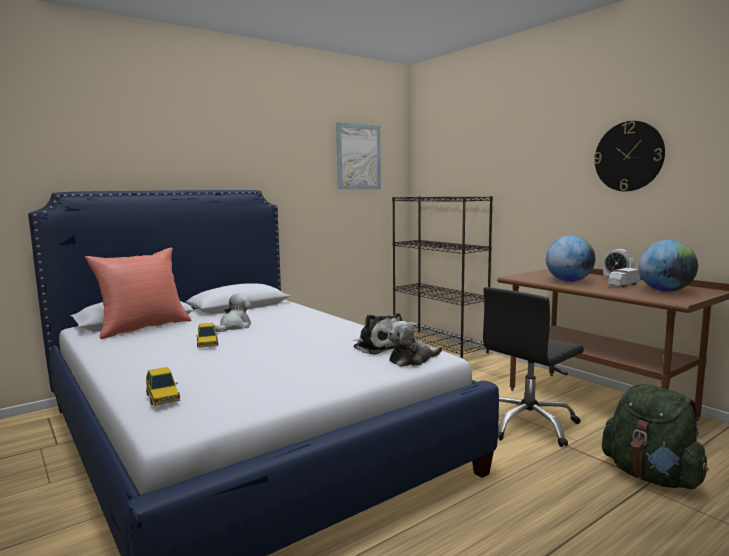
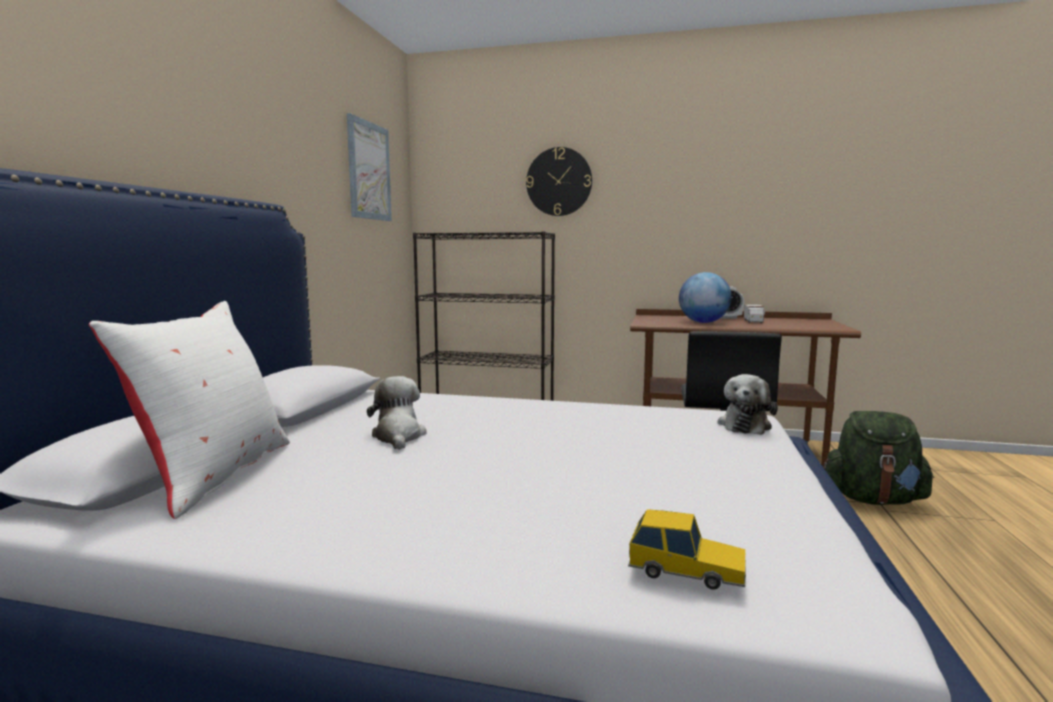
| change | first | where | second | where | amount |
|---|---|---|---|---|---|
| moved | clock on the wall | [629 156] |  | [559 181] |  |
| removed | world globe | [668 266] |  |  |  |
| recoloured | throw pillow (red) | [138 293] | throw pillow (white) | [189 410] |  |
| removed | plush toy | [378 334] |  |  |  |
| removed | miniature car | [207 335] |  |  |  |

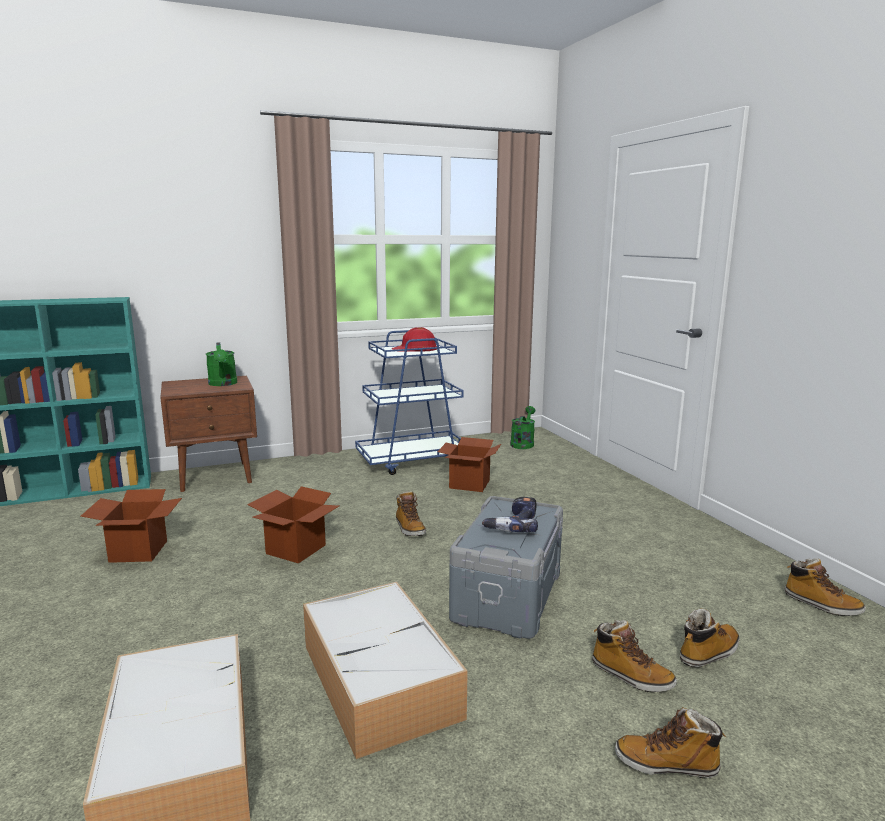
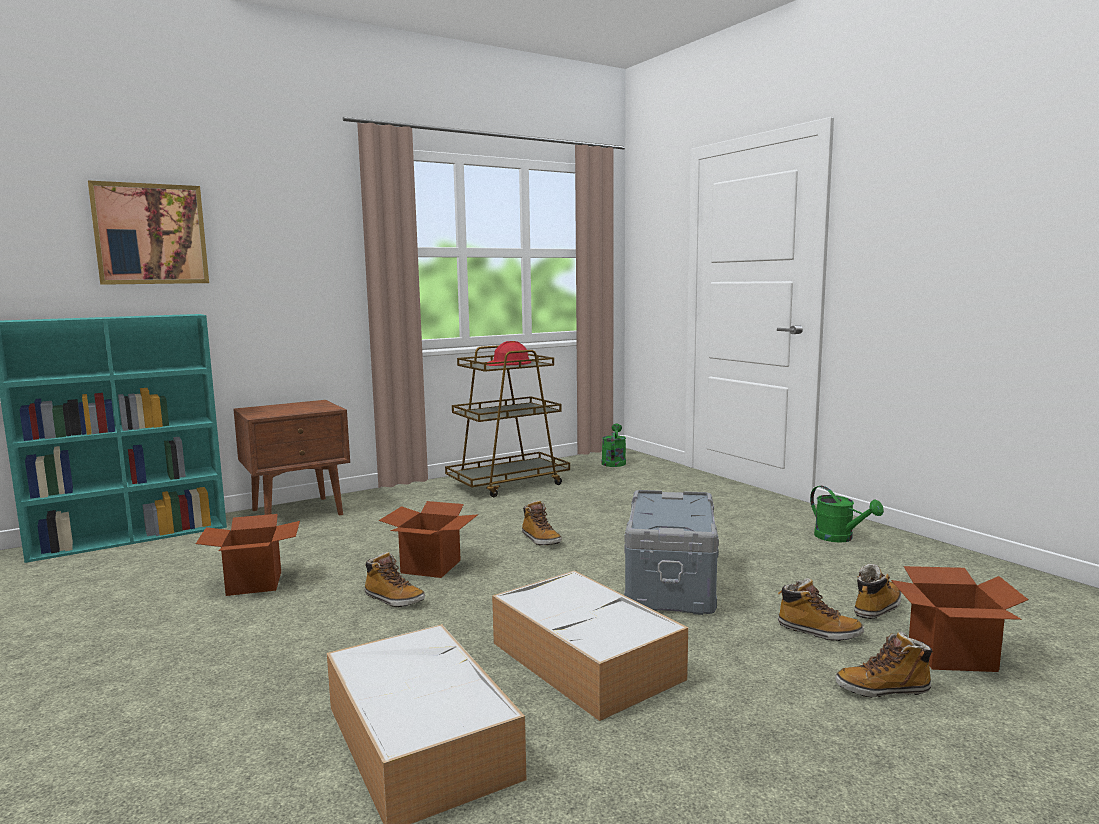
| change | first | where | second | where | amount |
|---|---|---|---|---|---|
| recoloured | cart (blue-coloured) | [409 402] | cart (brownish) | [507 421] |  |
| moved | watering can (green-coloured) | [221 364] |  | [847 514] |  |
| moved | cardboard box | [469 464] |  | [959 619] |  |
| removed | power drill | [510 514] |  |  |  |
| moved | tall boot | [825 587] |  | [395 579] |  |
| added |  |  | wall art | [148 232] |  |

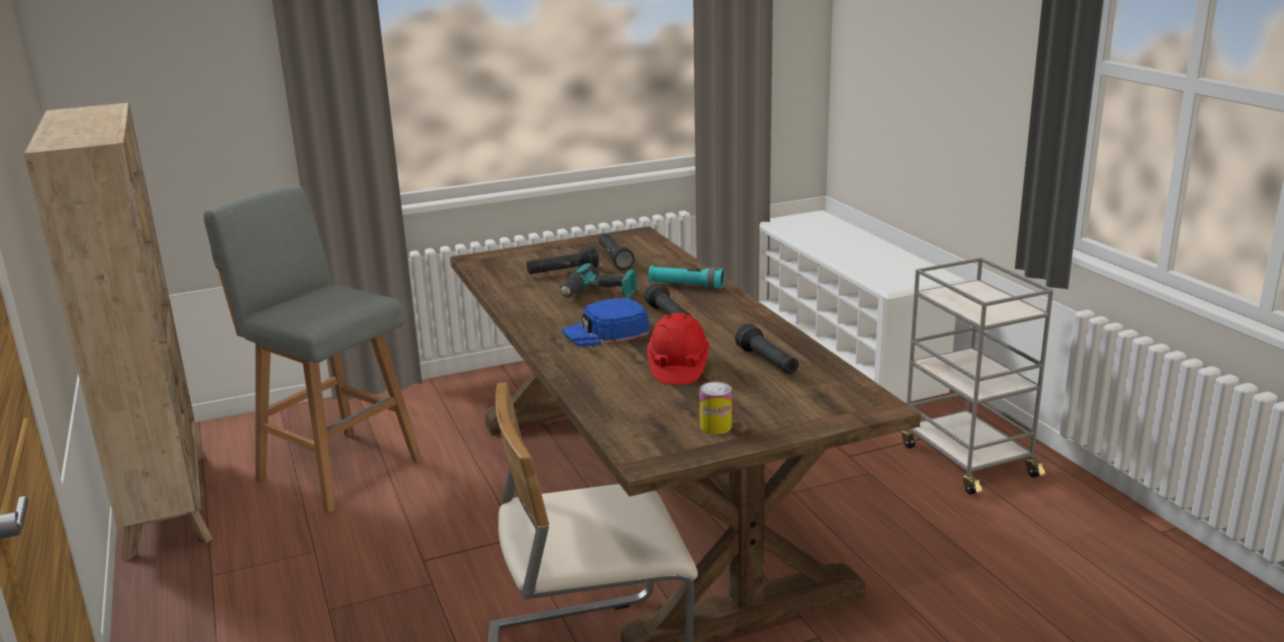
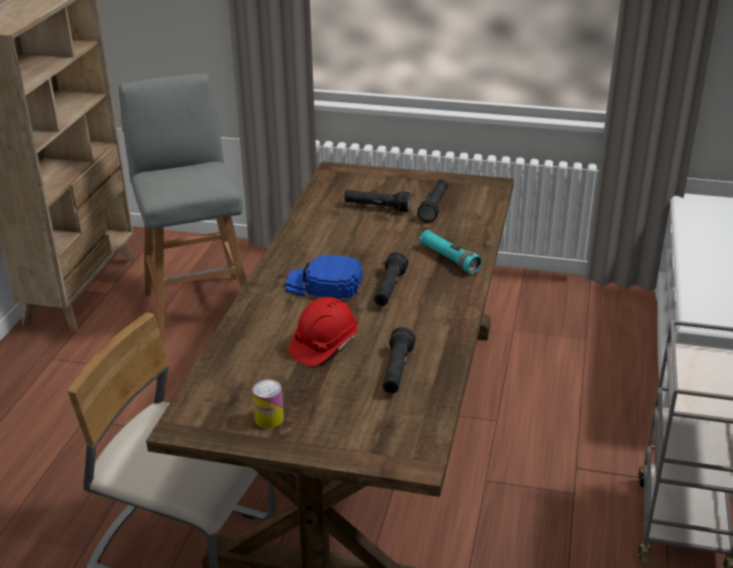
| change | first | where | second | where | amount |
|---|---|---|---|---|---|
| removed | power drill | [598 280] |  |  |  |

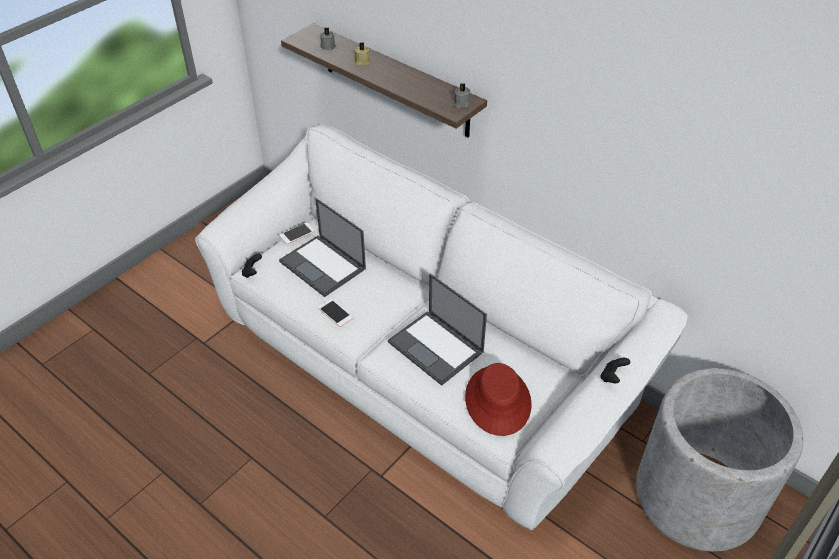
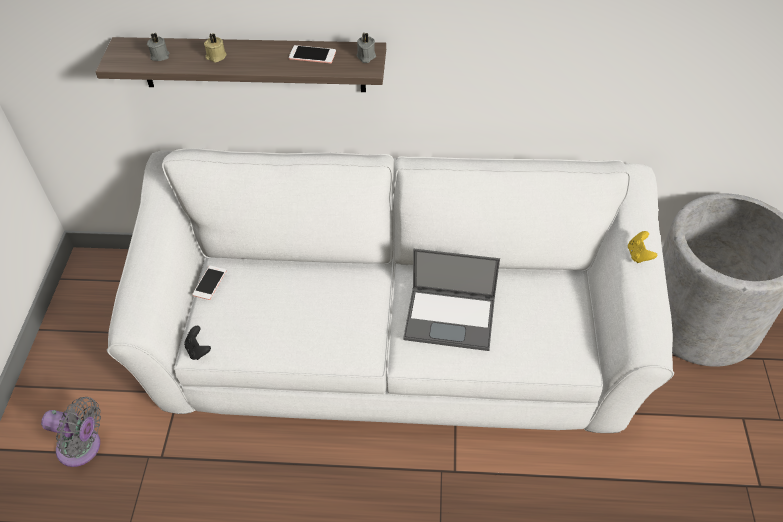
| change | first | where | second | where | amount |
|---|---|---|---|---|---|
| removed | portable computer | [322 247] |  |  |  |
| moved | telephone | [335 313] |  | [312 54] |  |
| recoloured | joypad (black) | [615 370] | joypad (yellow-coloured) | [642 247] |  |
| removed | hat (red) | [498 399] |  |  |  |
| added |  |  | cooling fan (grey) | [71 432] |  |

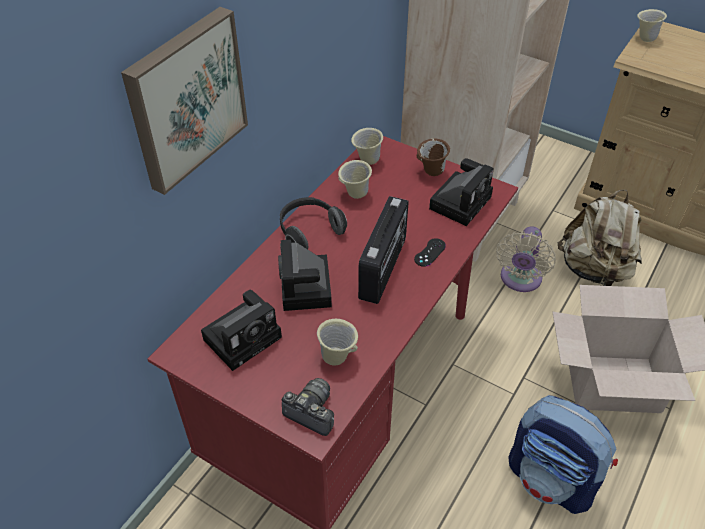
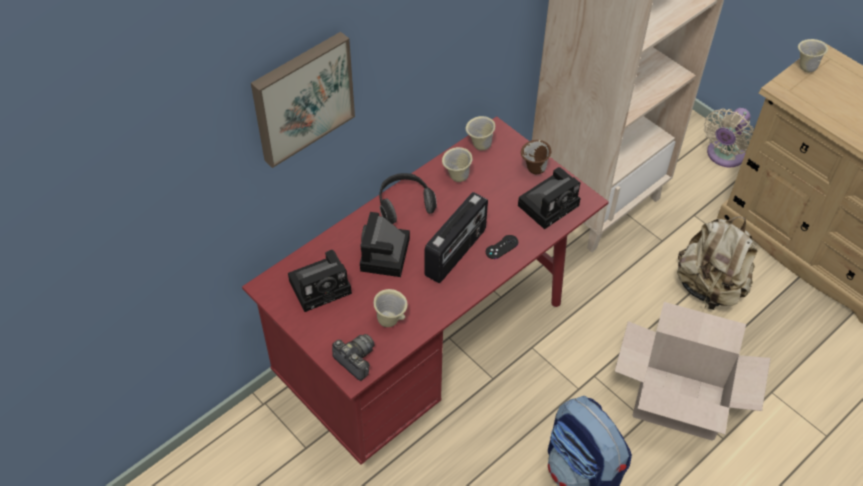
| change | first | where | second | where | amount |
|---|---|---|---|---|---|
| moved | cooling fan (sand-coloured) | [526 259] |  | [729 137] |  |

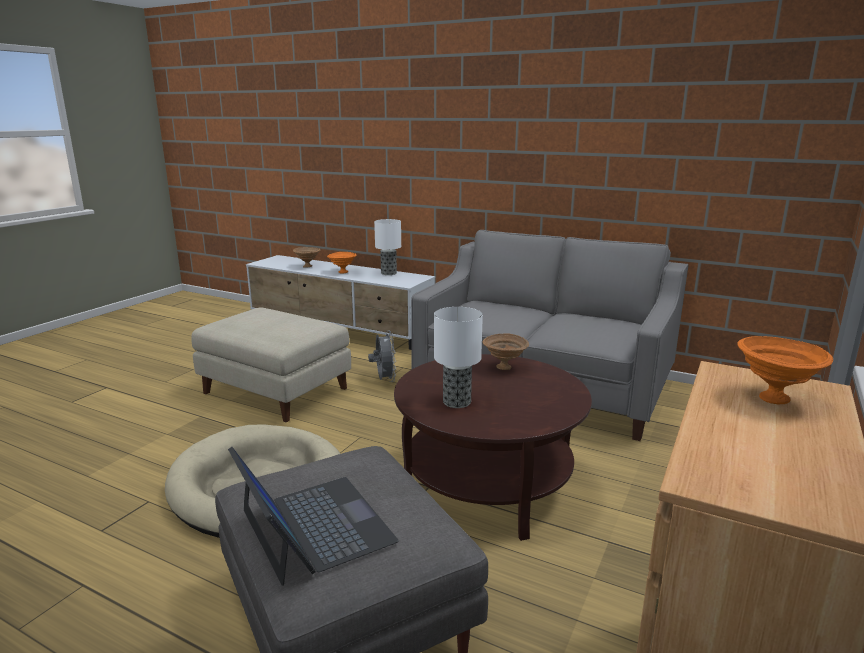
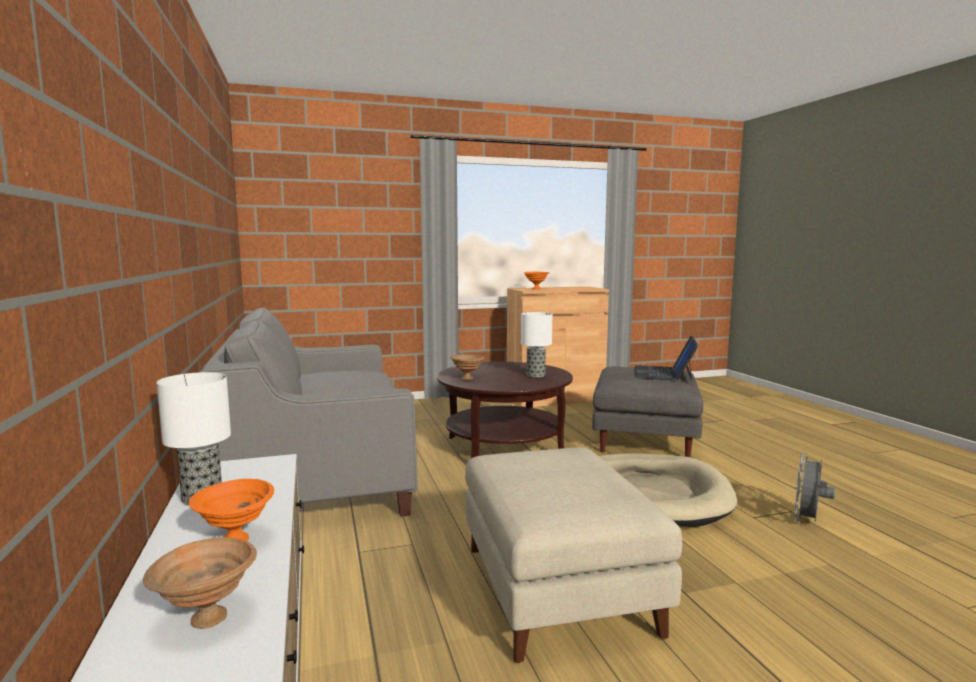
| change | first | where | second | where | amount |
|---|---|---|---|---|---|
| moved | cooling fan (grey) | [382 356] |  | [814 487] |  |

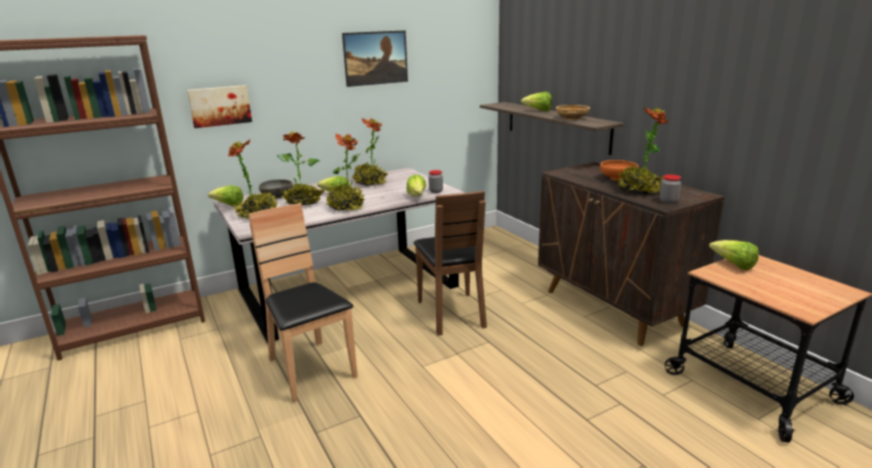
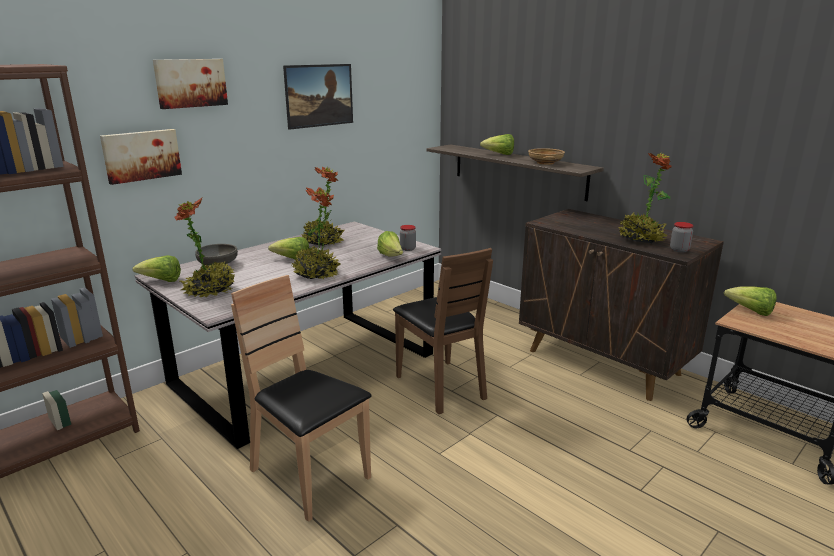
| change | first | where | second | where | amount |
|---|---|---|---|---|---|
| removed | plant in a pot | [300 168] |  |  |  |
| removed | deep dish (orange) | [619 170] |  |  |  |
| added |  |  | wall art | [190 84] |  |

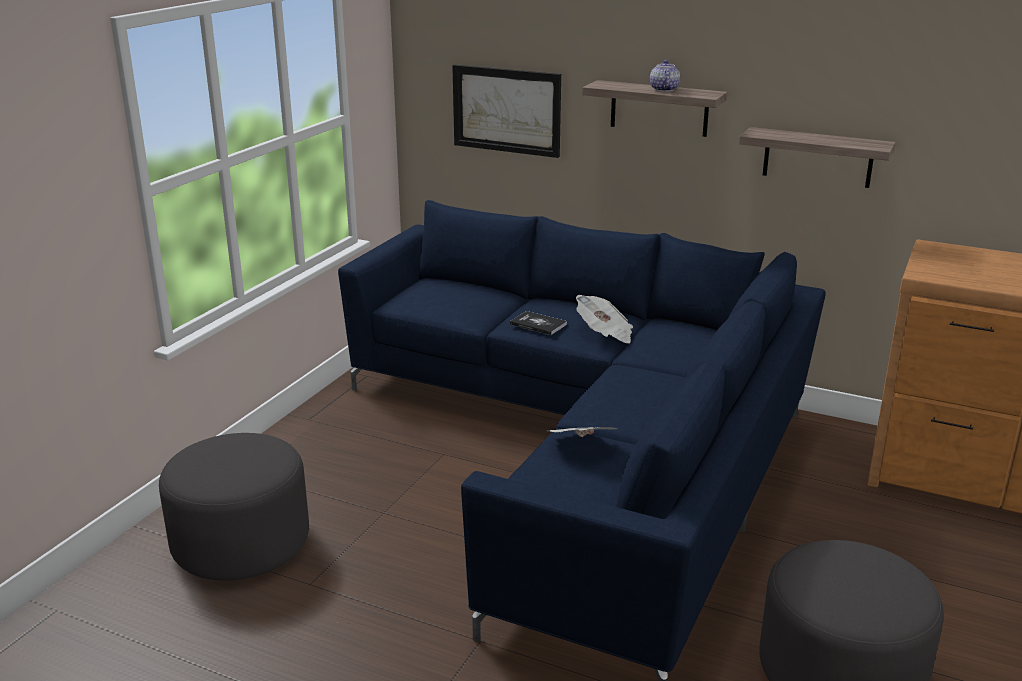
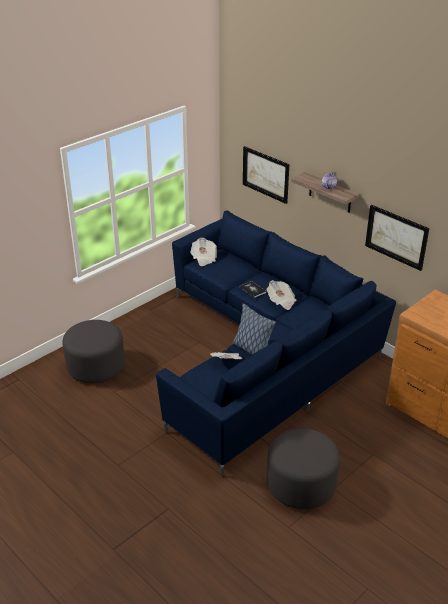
| change | first | where | second | where | amount |
|---|---|---|---|---|---|
| replaced | bracket shelf | [817 157] | wall art | [397 238] |  |
| added |  |  | printed paper | [203 252] |  |
| added |  |  | throw pillow | [254 329] |  |

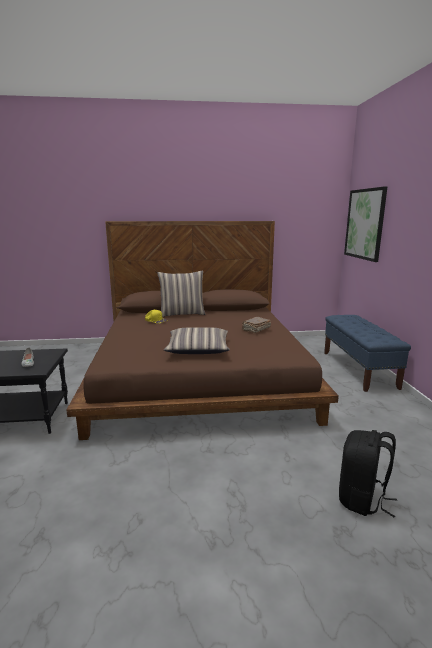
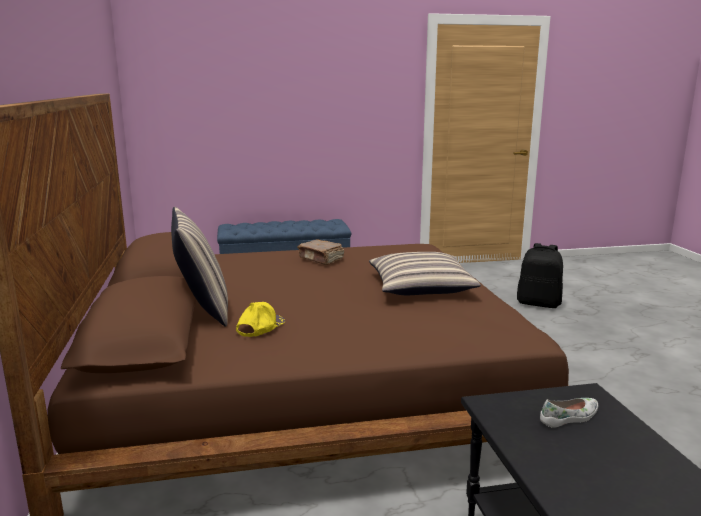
| change | first | where | second | where | amount |
|---|---|---|---|---|---|
| removed | wall art | [365 224] |  |  |  |

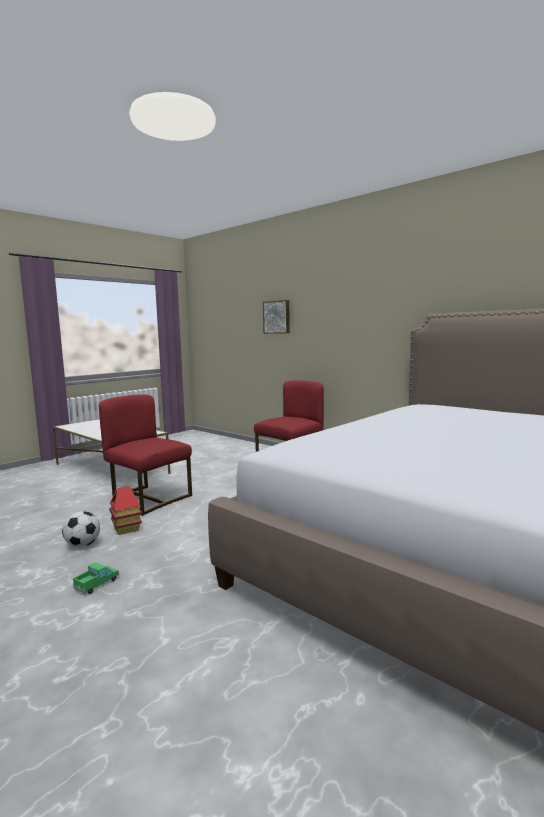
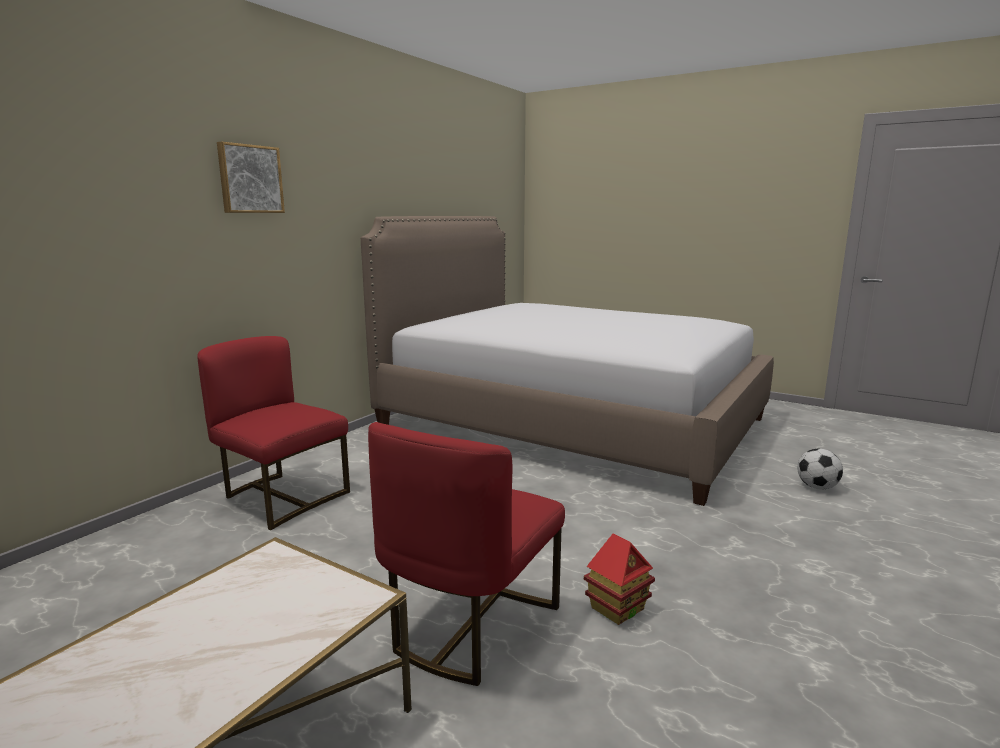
| change | first | where | second | where | amount |
|---|---|---|---|---|---|
| moved | wall art | [276 317] |  | [251 177] |  |
| moved | ball for football | [81 529] |  | [820 469] |  |
| removed | model truck | [96 578] |  |  |  |

